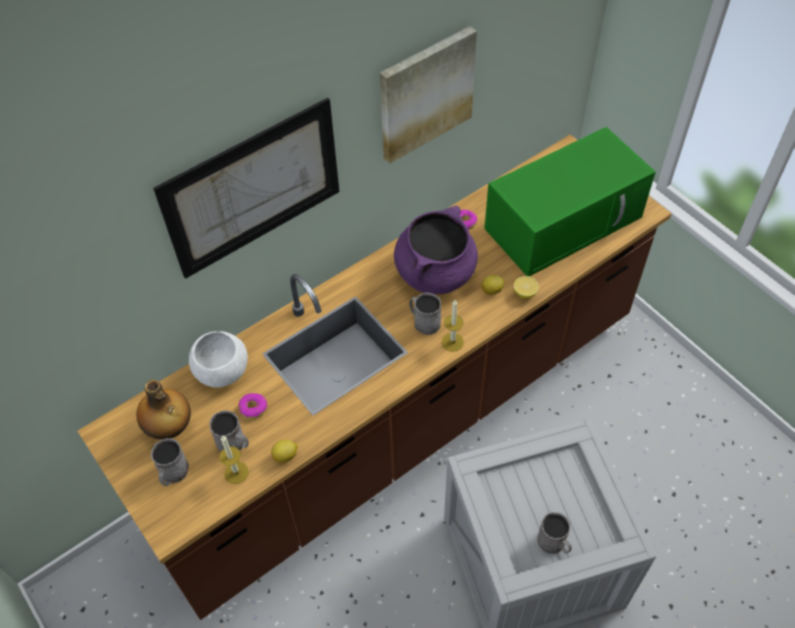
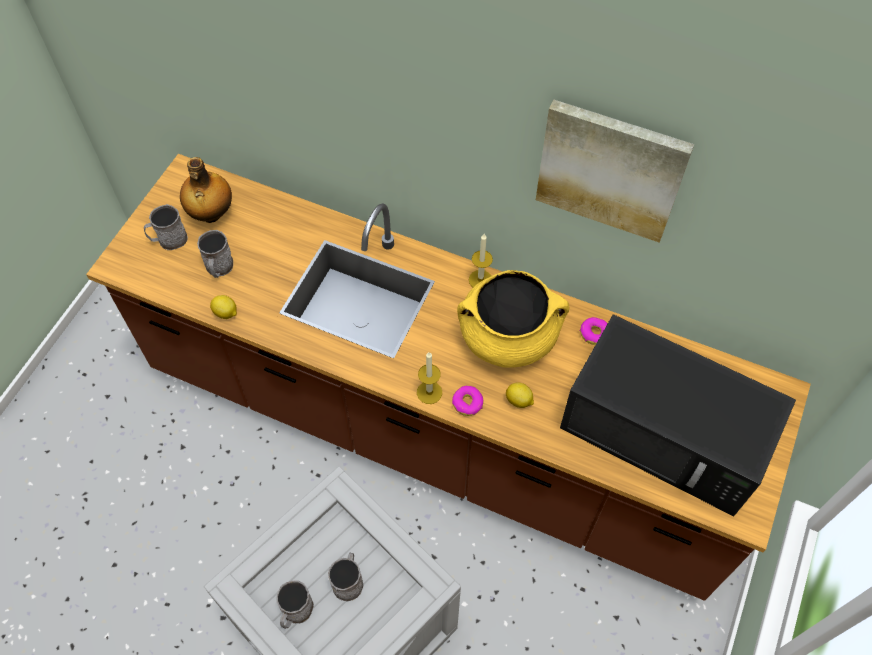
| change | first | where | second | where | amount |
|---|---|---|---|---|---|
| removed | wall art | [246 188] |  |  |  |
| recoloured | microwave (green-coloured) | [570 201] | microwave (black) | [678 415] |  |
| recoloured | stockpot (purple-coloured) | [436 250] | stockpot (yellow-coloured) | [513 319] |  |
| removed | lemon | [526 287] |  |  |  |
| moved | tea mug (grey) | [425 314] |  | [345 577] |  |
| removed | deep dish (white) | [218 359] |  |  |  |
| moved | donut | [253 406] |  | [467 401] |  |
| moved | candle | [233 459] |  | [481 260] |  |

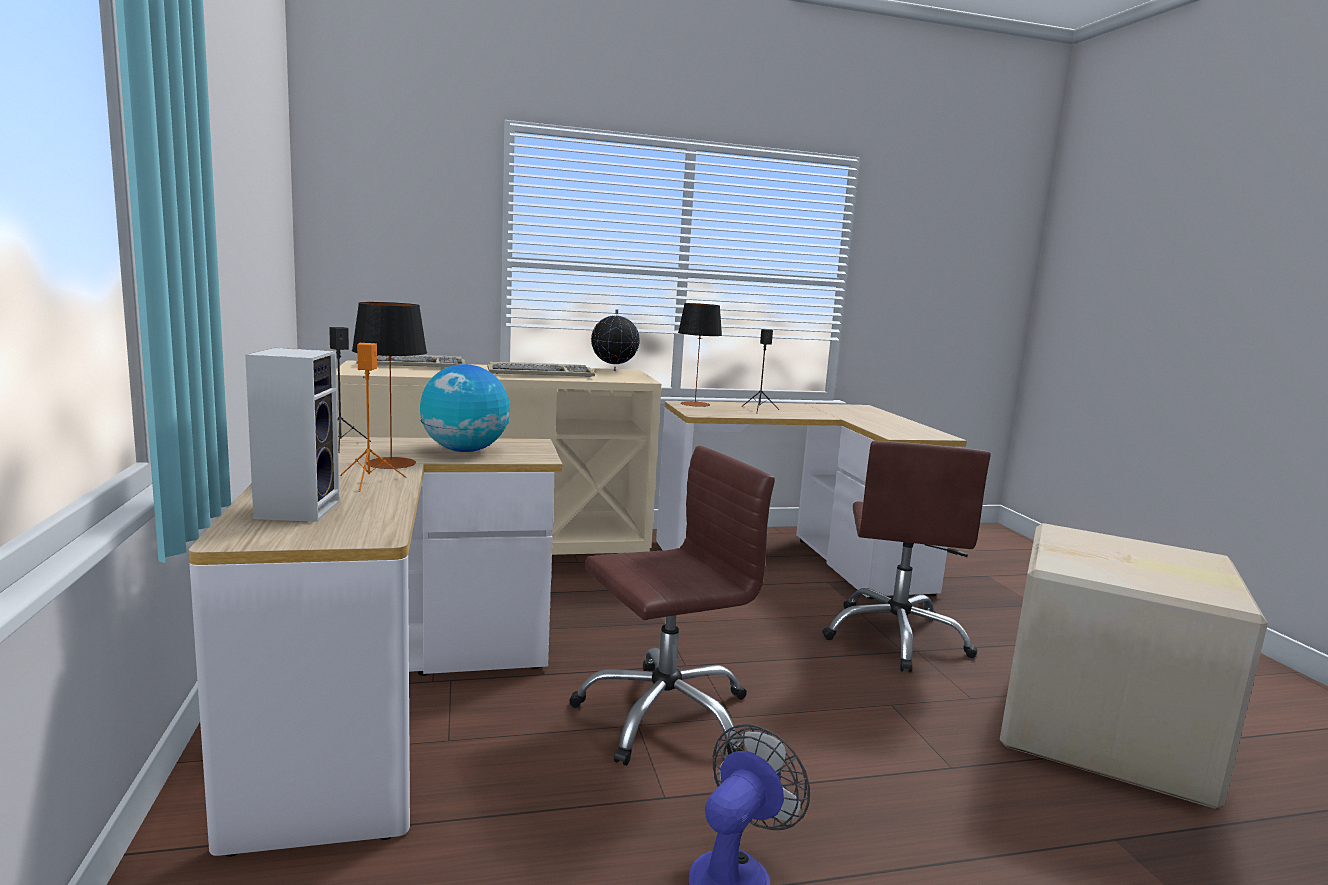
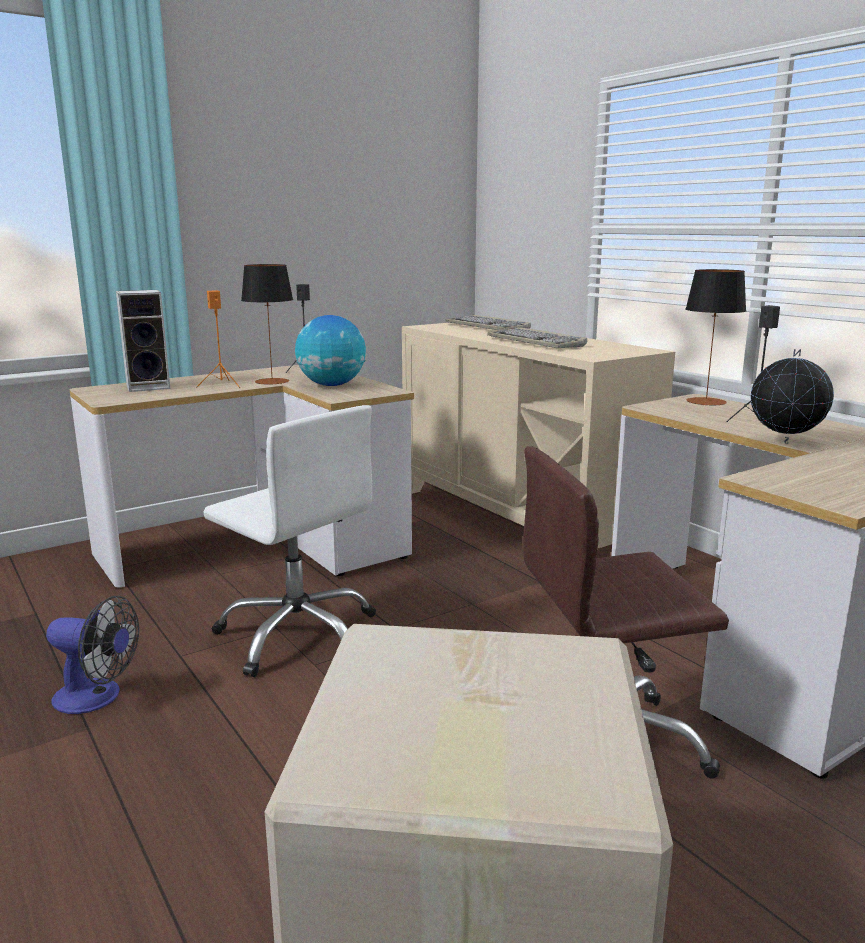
| change | first | where | second | where | amount |
|---|---|---|---|---|---|
| moved | world globe | [615 340] |  | [792 396] |  |
| recoloured | office chair (brownish) | [672 606] | office chair (white) | [289 541] |  |

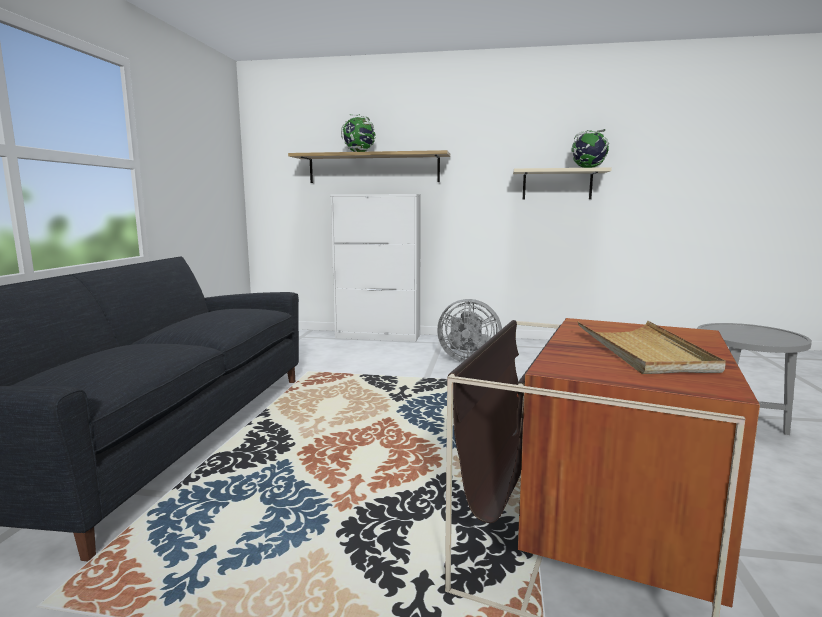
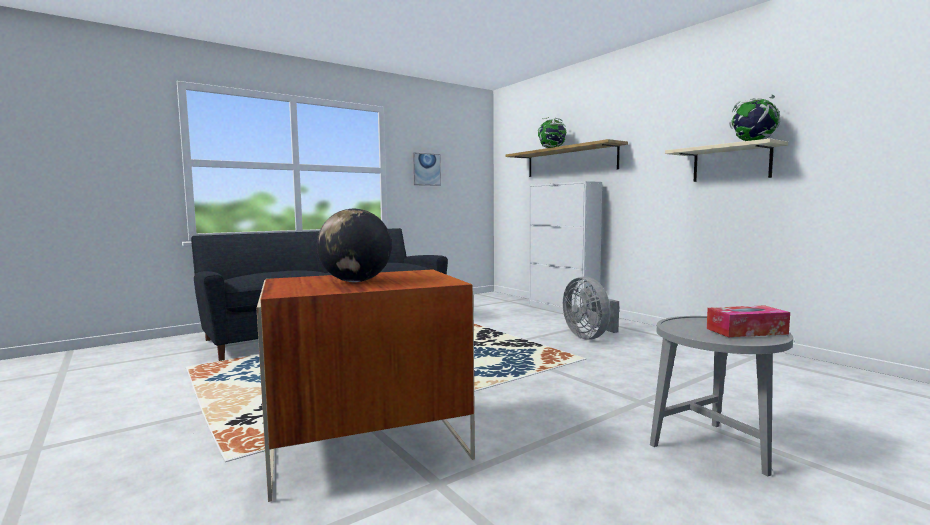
| change | first | where | second | where | amount |
|---|---|---|---|---|---|
| replaced | tray (sand-coloured) | [651 347] | world globe | [354 245] |  |
| added |  |  | wall art | [426 169] |  |
| added |  |  | box of tissues | [748 321] |  |

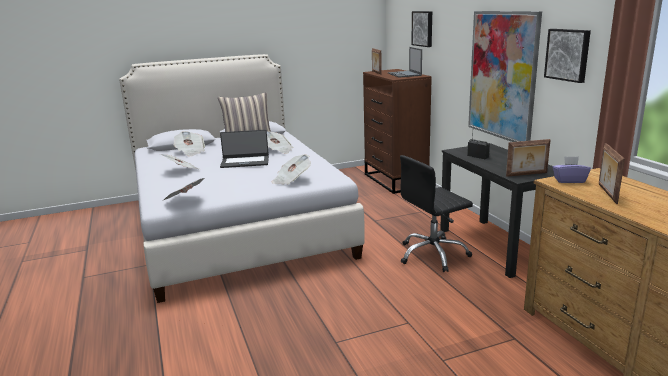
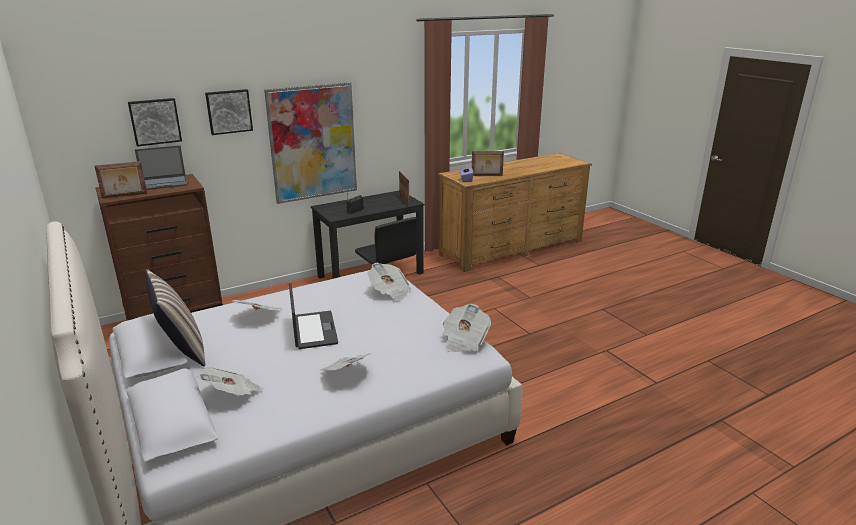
| change | first | where | second | where | amount |
|---|---|---|---|---|---|
| moved | wall art | [567 56] |  | [229 112] |  |

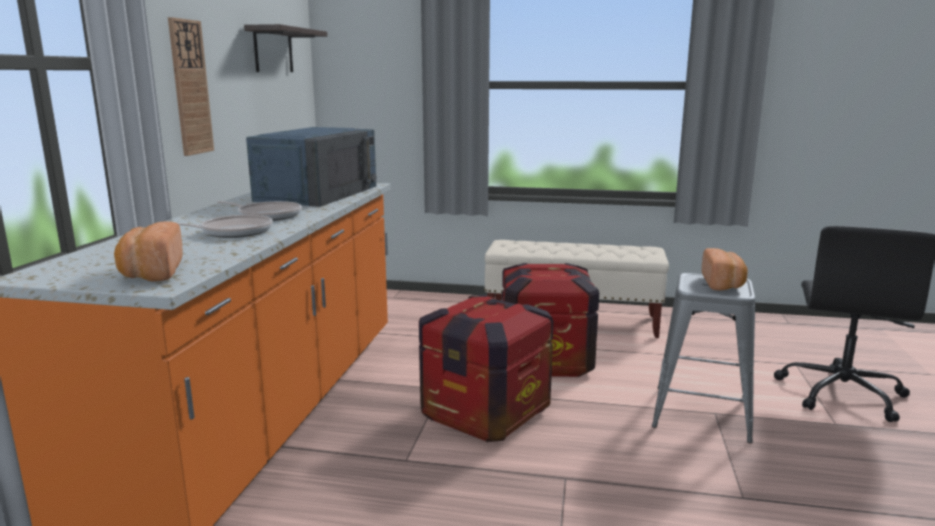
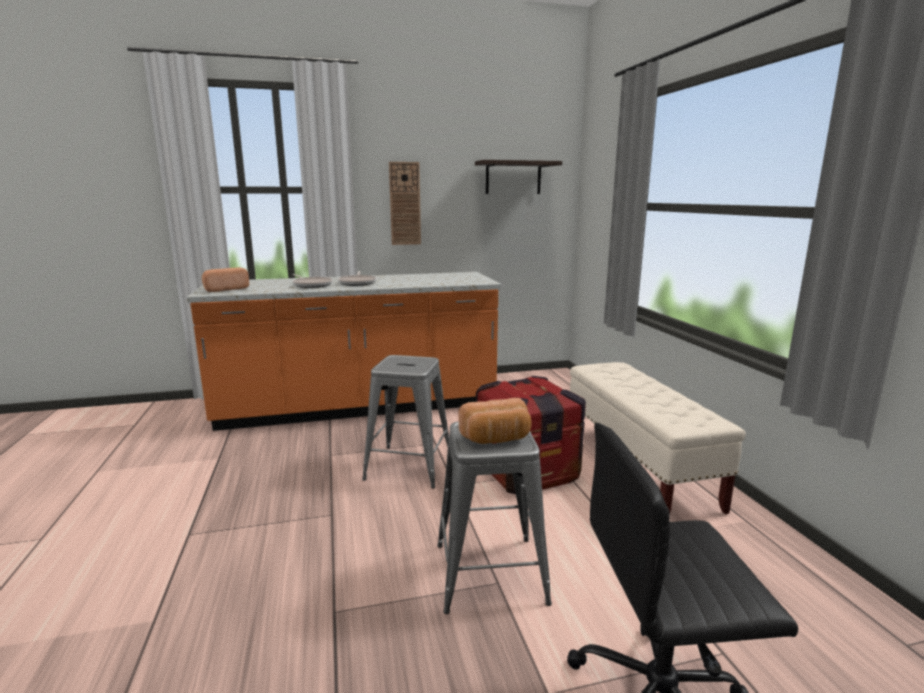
| change | first | where | second | where | amount |
|---|---|---|---|---|---|
| removed | microwave (blue-coloured) | [311 167] |  |  |  |
| replaced | shipping crate | [486 368] | stool seat (grey) | [405 422] |  |

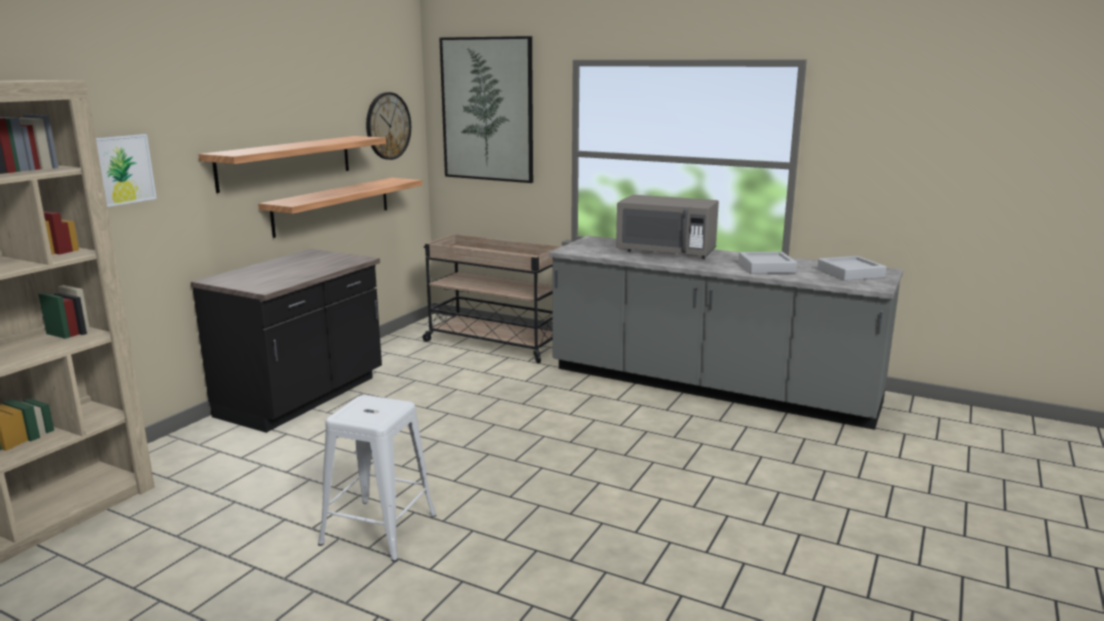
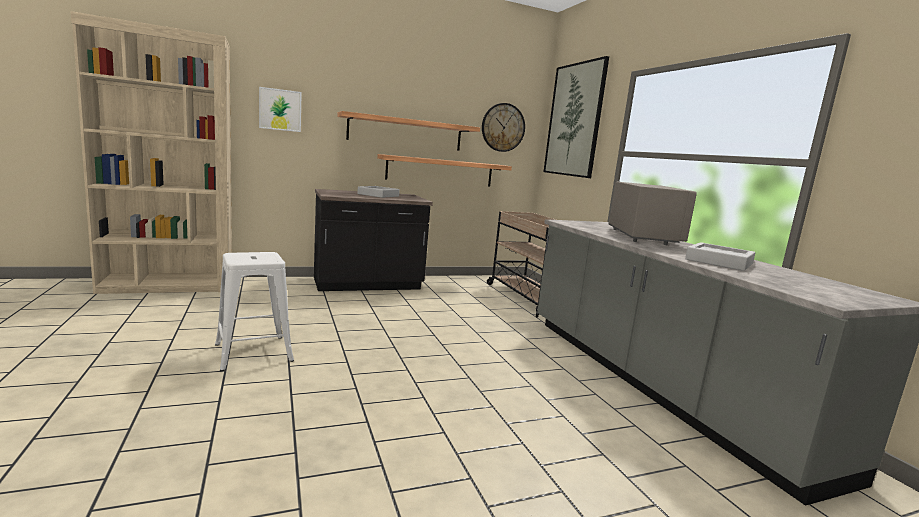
| change | first | where | second | where | amount |
|---|---|---|---|---|---|
| turned | microwave (grey) | [667 227] |  | [653 213] | 150 degrees counterclockwise |
| moved | tray (grey) | [851 268] |  | [378 192] |  |

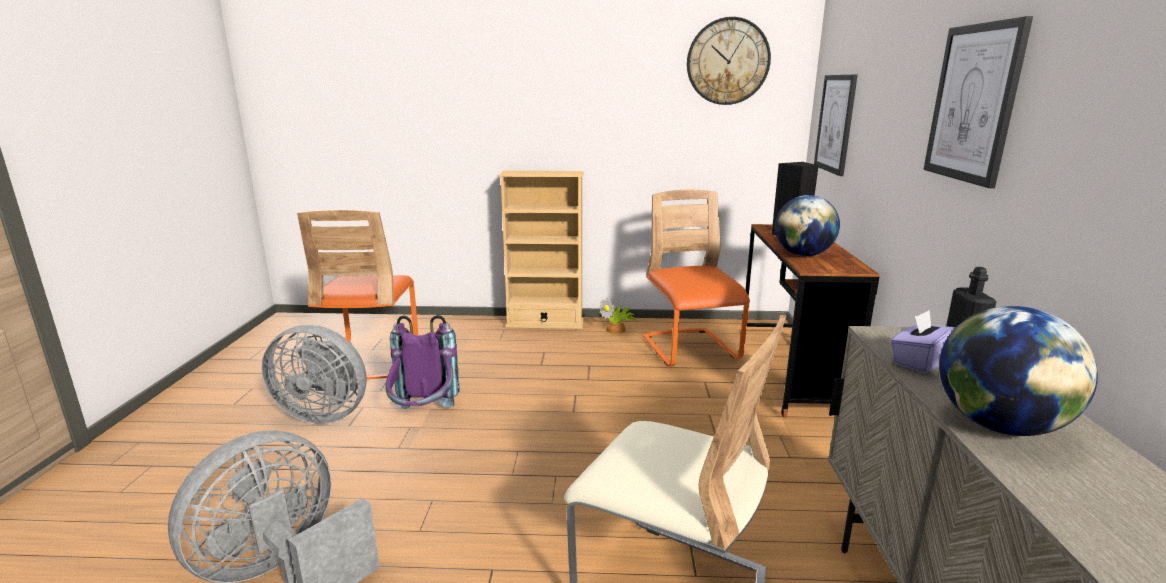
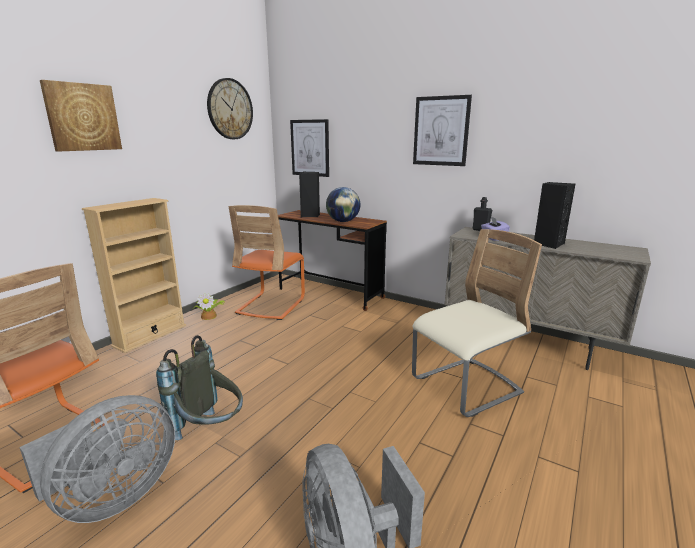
| change | first | where | second | where | amount |
|---|---|---|---|---|---|
| turned | upright chair (orange) | [696 278] |  | [267 262] | 90 degrees counterclockwise |
| replaced | world globe | [1018 371] | audio speaker (black) | [554 215] |  |
| recoloured | knapsack (purple-coloured) | [422 361] | knapsack (grey) | [199 387] |  |
| added |  |  | wall art | [81 116] |  |

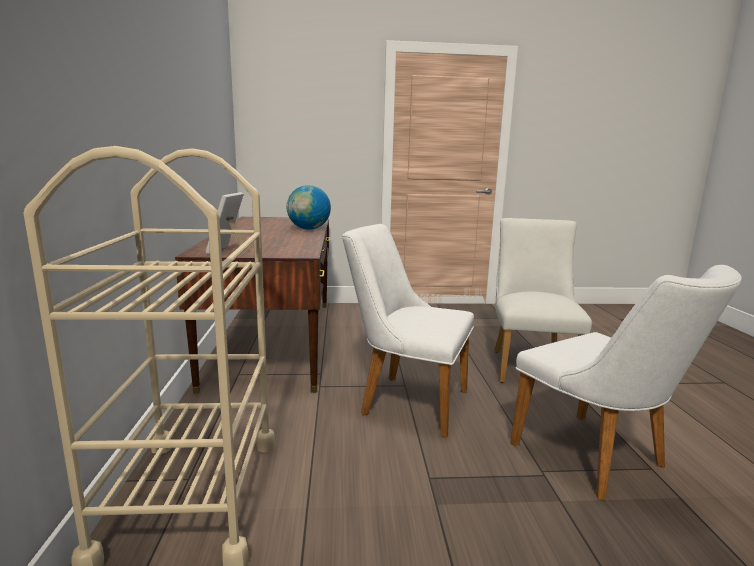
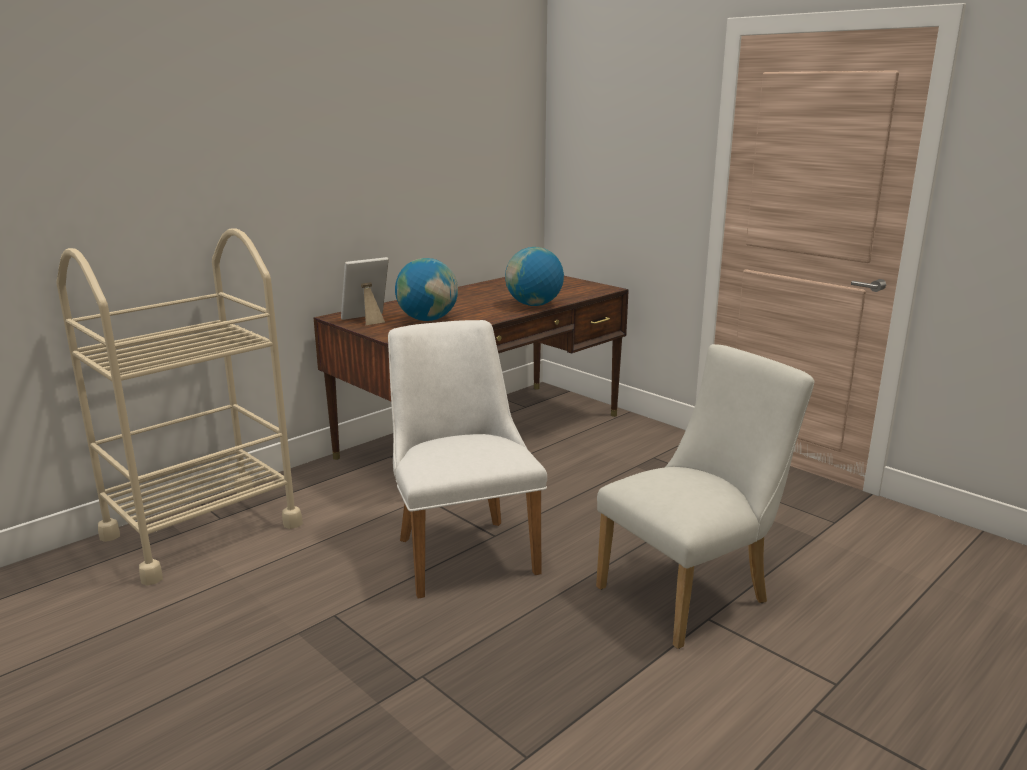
| change | first | where | second | where | amount |
|---|---|---|---|---|---|
| removed | upright chair (white) | [626 383] |  |  |  |
| added |  |  | world globe | [426 289] |  |

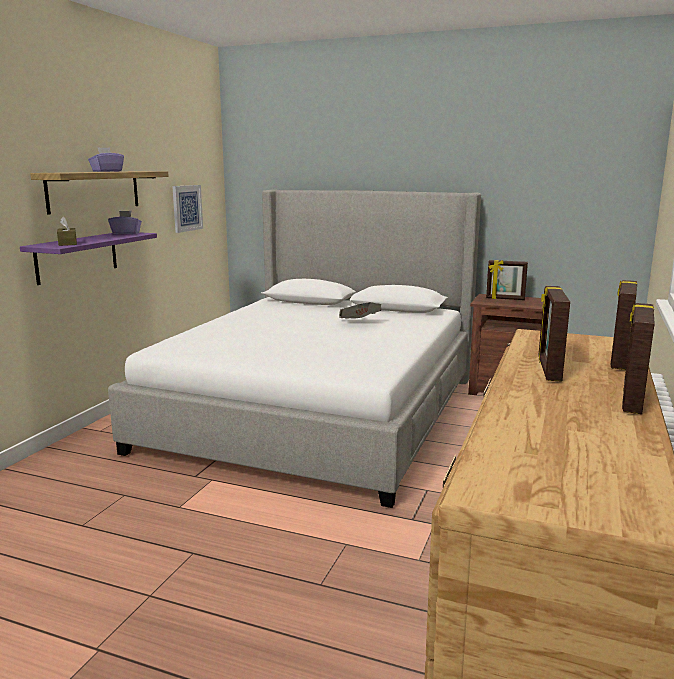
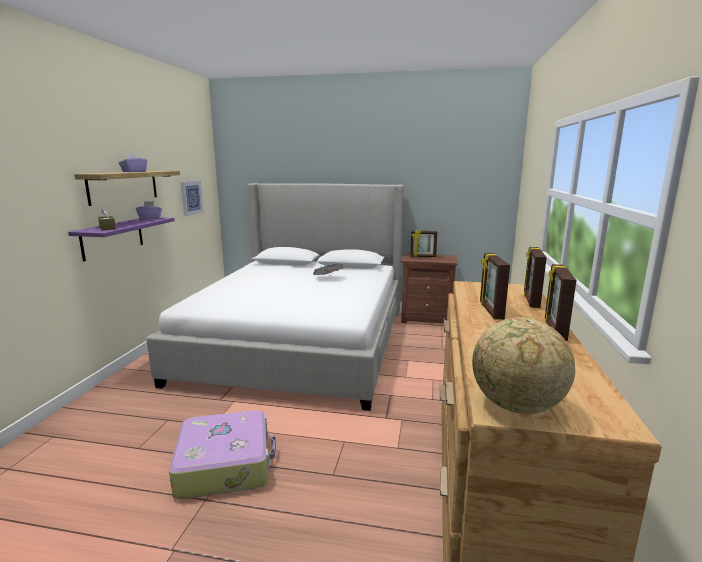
| change | first | where | second | where | amount |
|---|---|---|---|---|---|
| added |  |  | world globe | [523 365] |  |
| added |  |  | suitcase | [222 454] |  |

